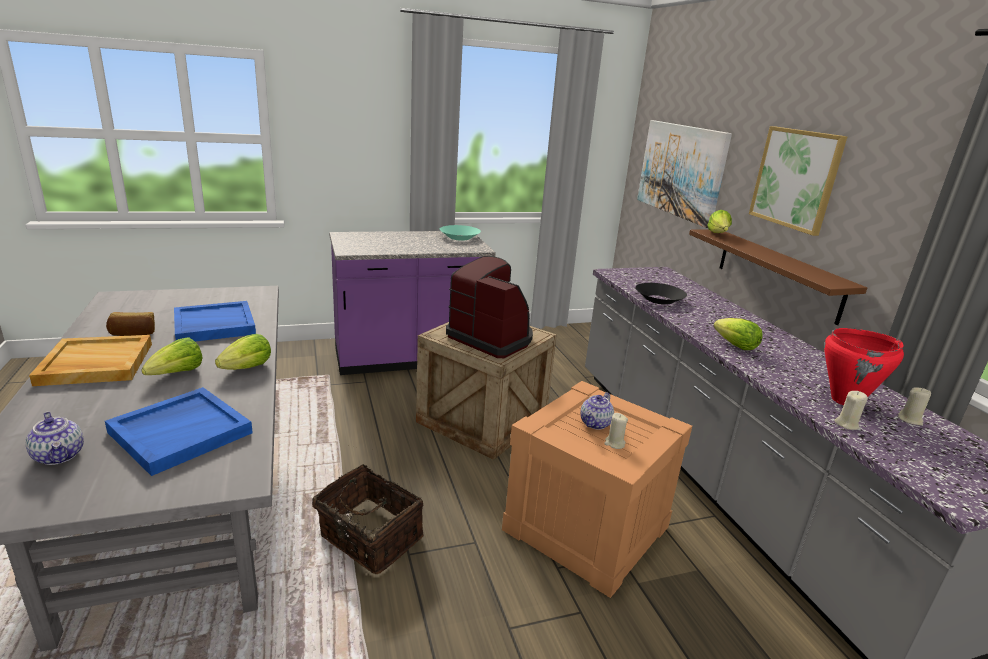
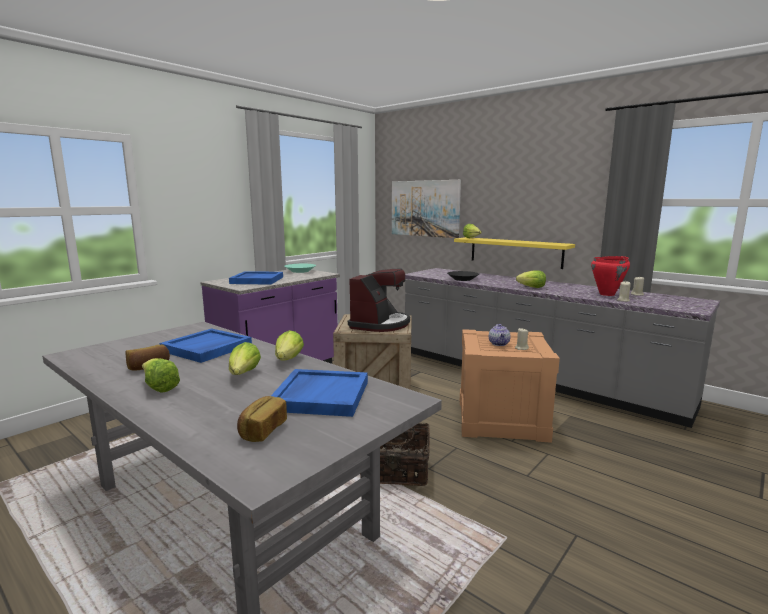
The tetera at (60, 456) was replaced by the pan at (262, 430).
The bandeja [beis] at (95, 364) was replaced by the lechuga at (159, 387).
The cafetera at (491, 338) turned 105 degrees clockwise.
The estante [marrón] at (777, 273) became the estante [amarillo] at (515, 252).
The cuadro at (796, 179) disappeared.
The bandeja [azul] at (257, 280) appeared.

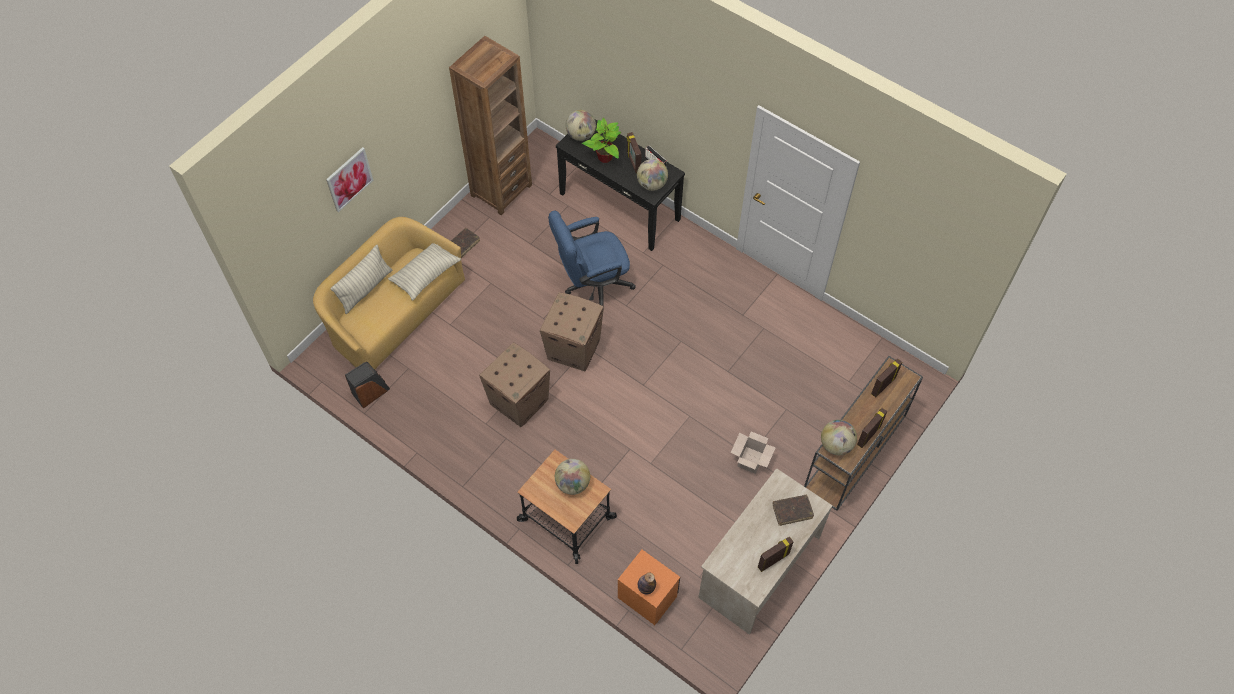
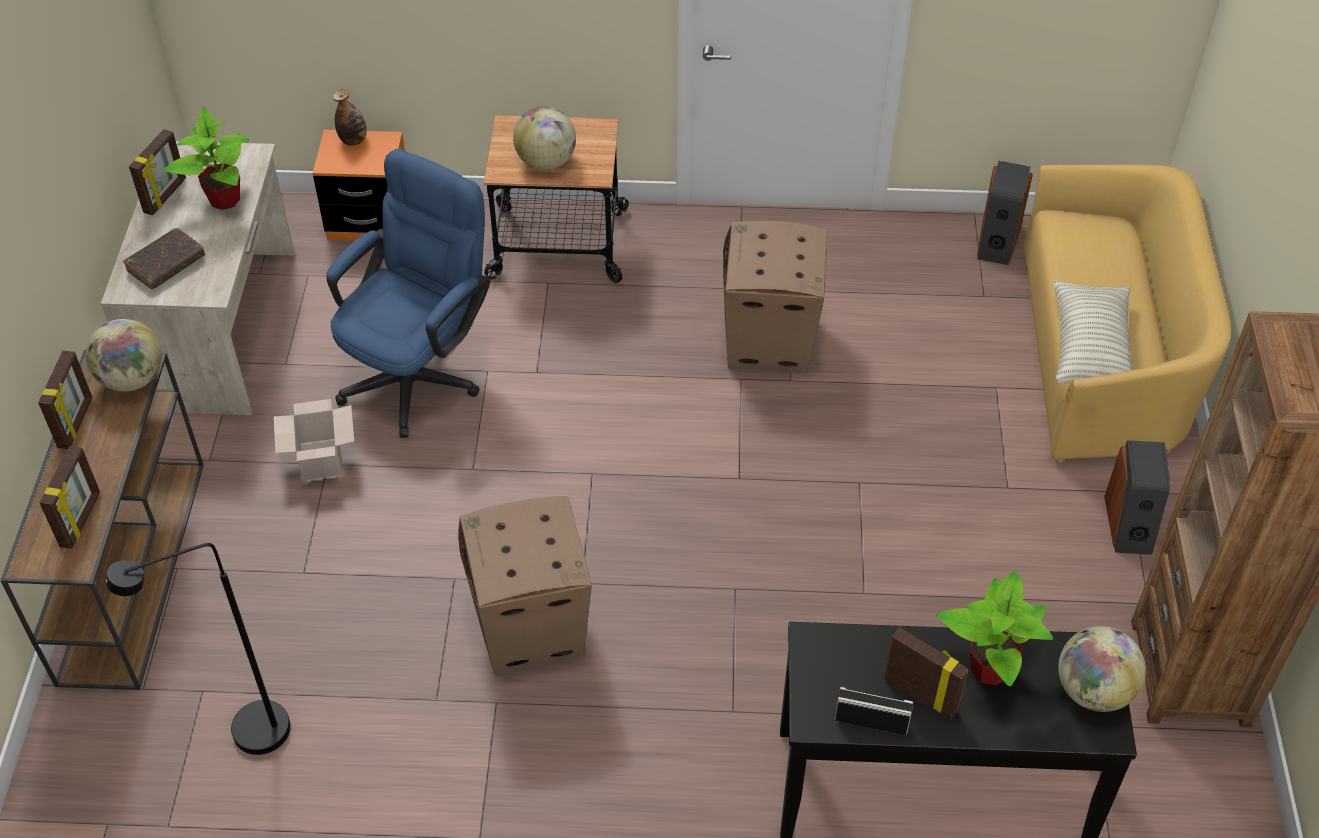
The cuadro at (349, 179) disappeared.
The cojín at (365, 289) disappeared.
The libro [marrón] at (463, 245) was replaced by the altavoz at (1130, 524).
The caja de cartón moved from (574, 349) to (532, 630).
The silla de oficina [azul] moved from (592, 284) to (420, 372).
The globo terráqueo at (651, 184) disappeared.
The lámpara de pie [negro] at (245, 737) appeared.
The planta en maceta at (224, 199) appeared.

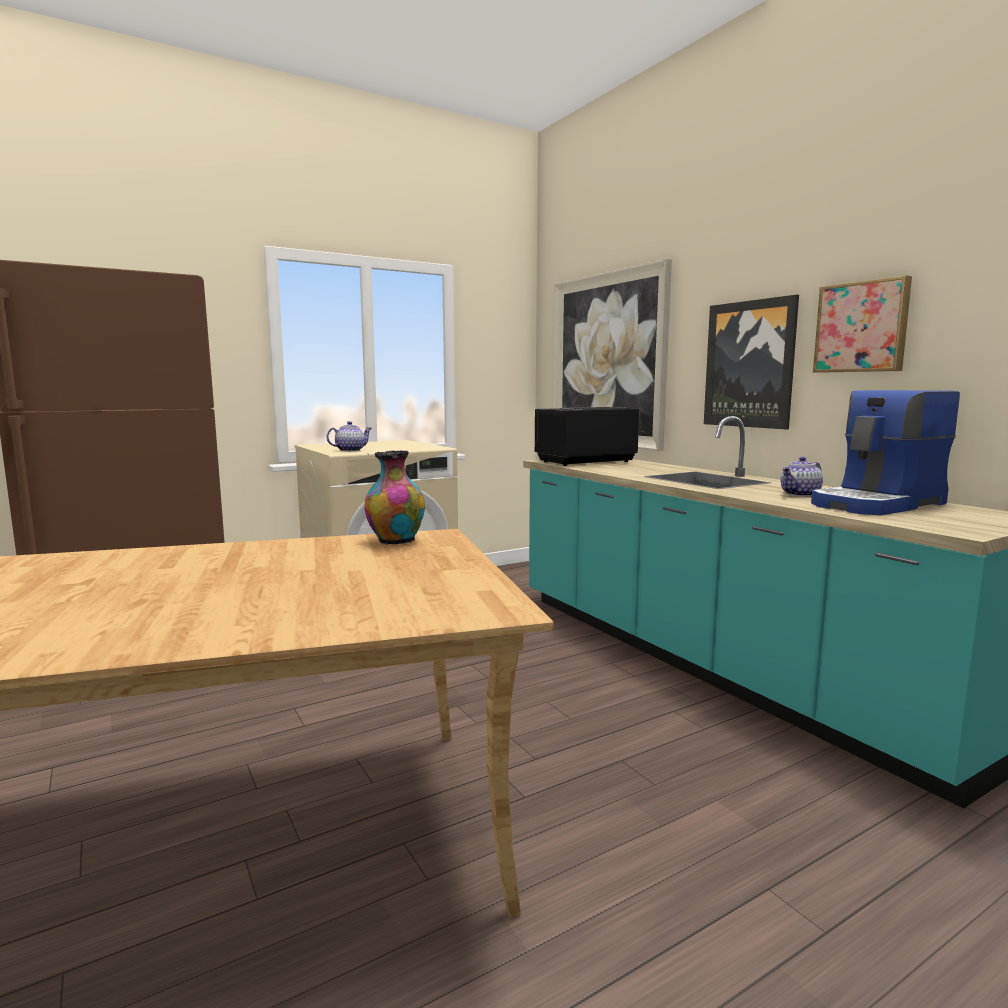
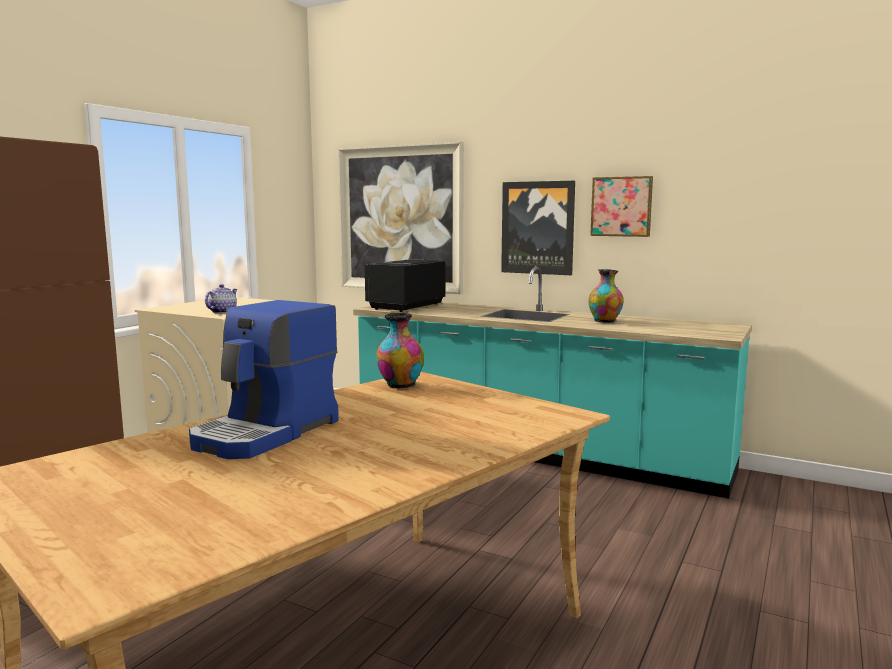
The tetera at (801, 494) was replaced by the florero at (605, 321).
The cafetera moved from (878, 504) to (267, 433).

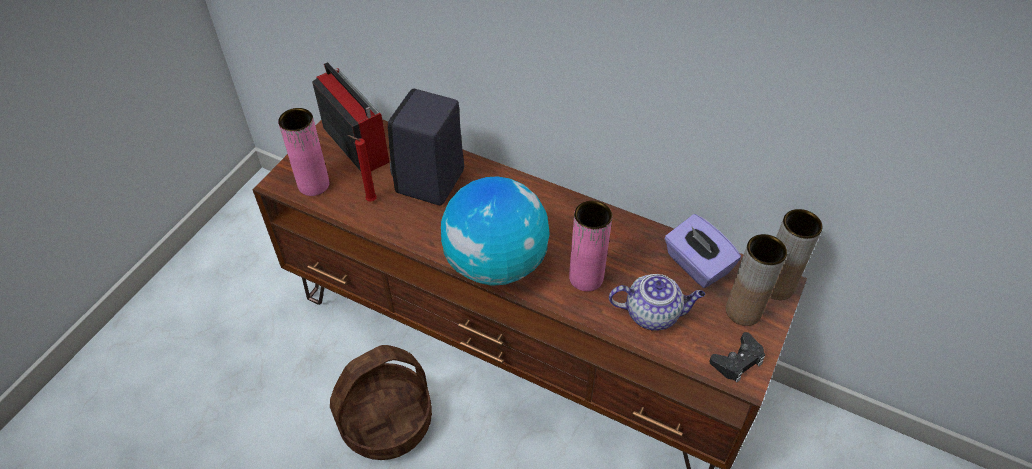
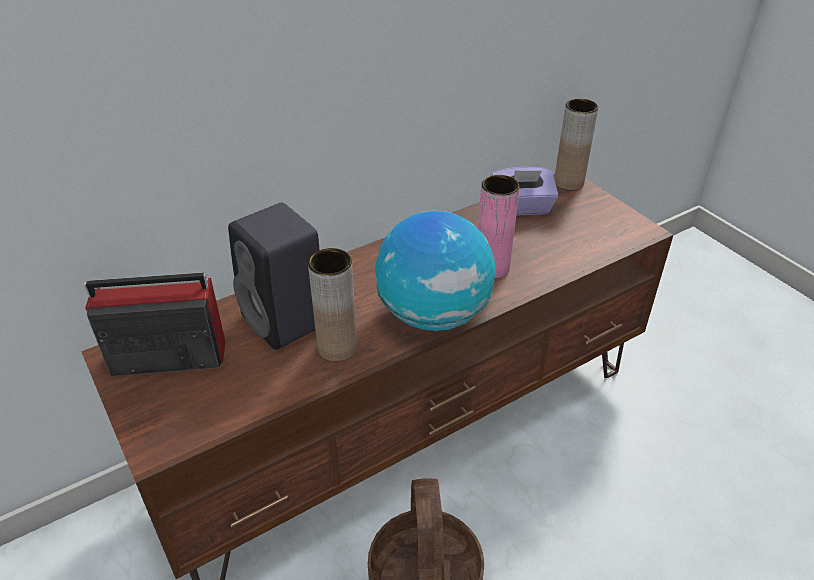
The florero [rosa] at (313, 184) disappeared.
The vela [rojo] at (369, 200) disappeared.
The tetera at (653, 313) disappeared.
The mando de consola [negro] at (737, 361) disappeared.
The florero [marrón] moved from (743, 311) to (337, 348).

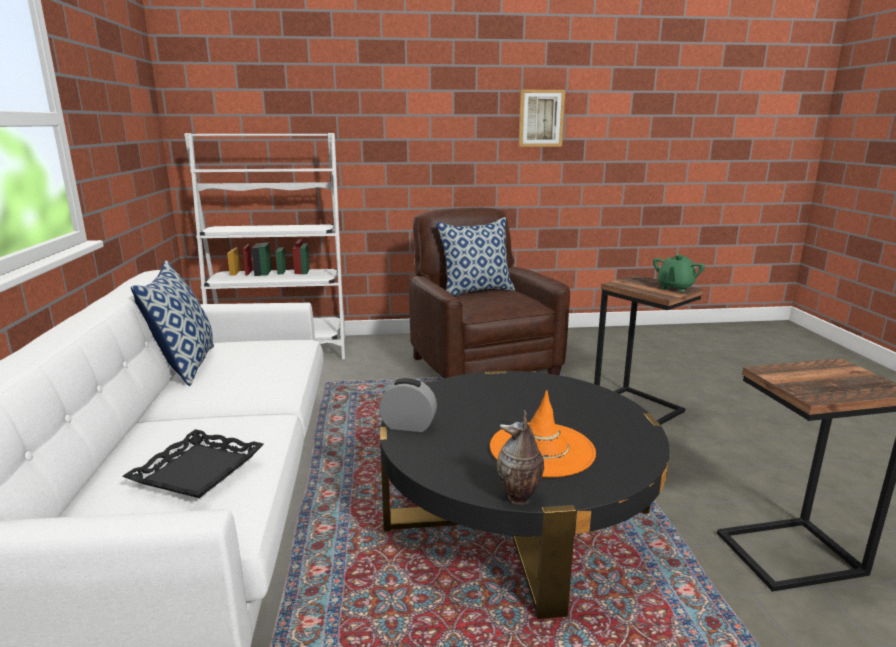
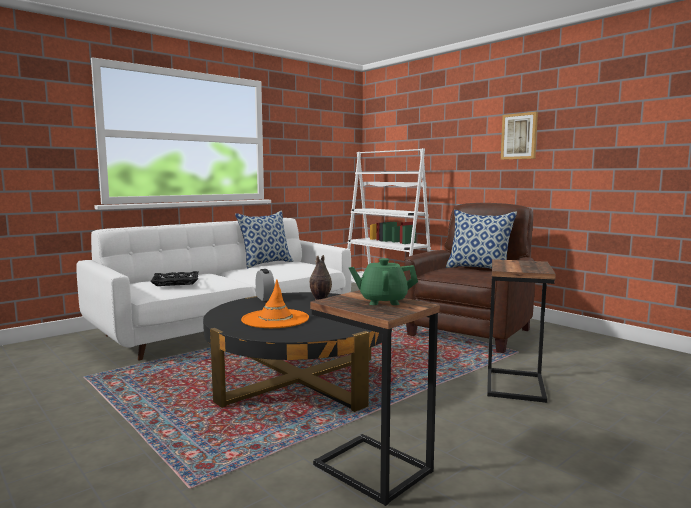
The florero moved from (519, 498) to (320, 299).
The cuadro moved from (541, 118) to (519, 136).
The tetera [verde] moved from (675, 287) to (383, 301).

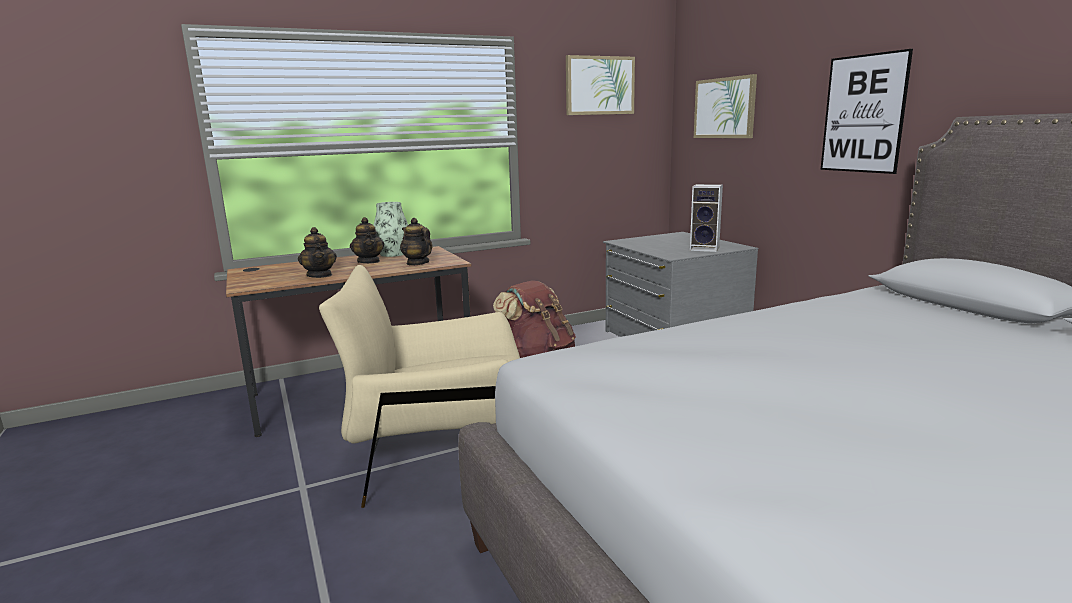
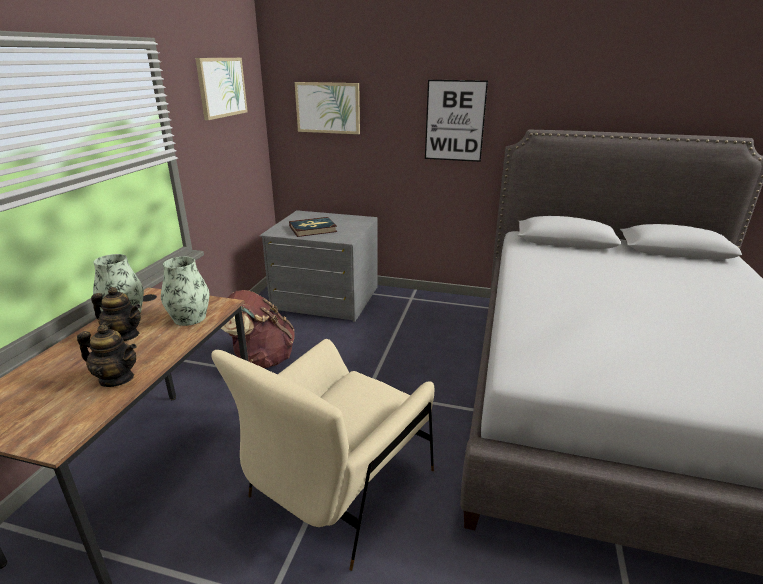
The tetera at (417, 263) was replaced by the florero at (190, 318).
The altavoz at (706, 248) disappeared.
The libro at (313, 229) appeared.

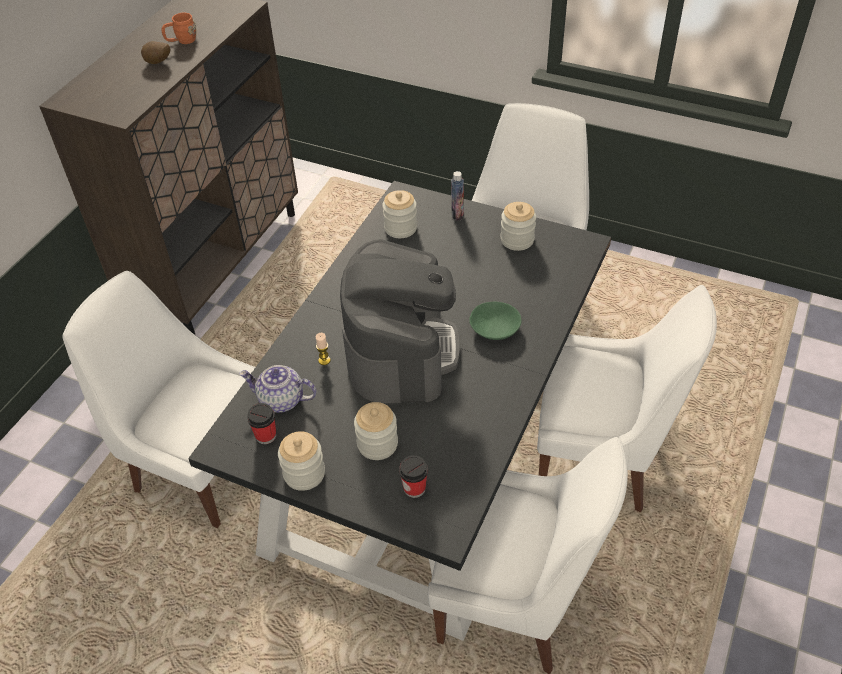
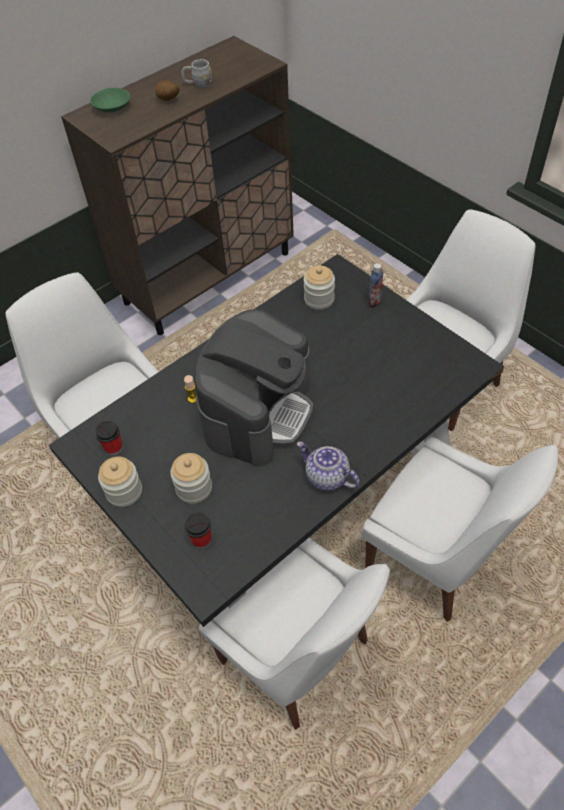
The taza grande [naranja] at (182, 41) became the taza grande [gris] at (198, 84).
The tetera moved from (280, 400) to (326, 477).
The cuenco [verde] moved from (494, 328) to (112, 107).
The tarro at (517, 240) disappeared.

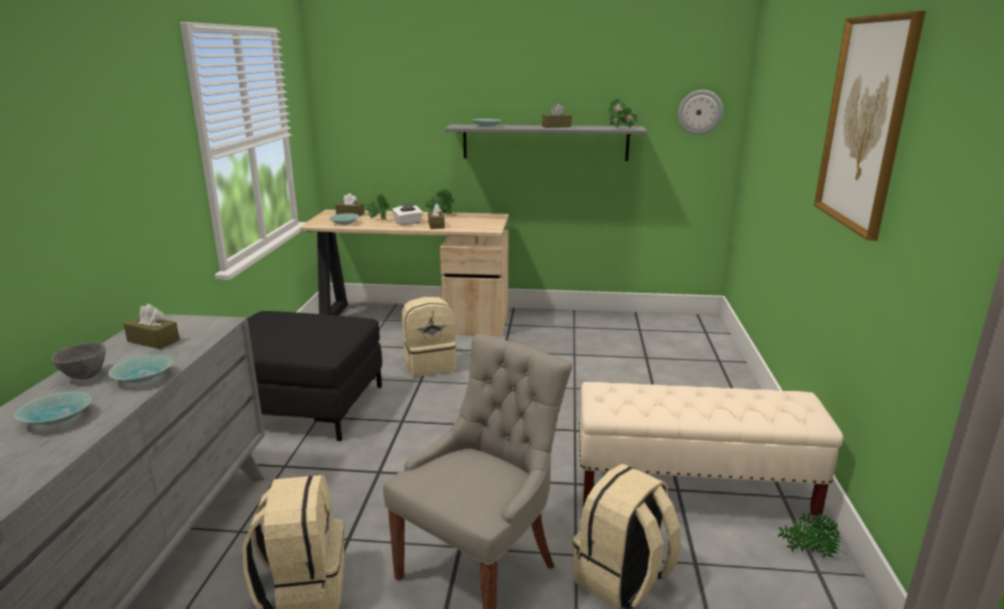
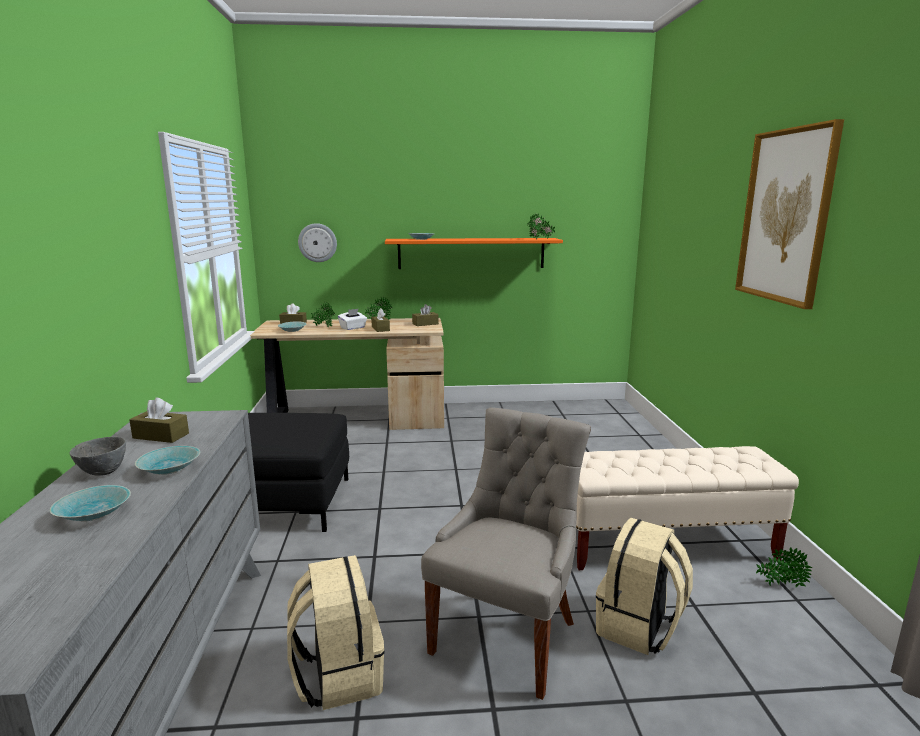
The mochila [beis] at (430, 365) disappeared.
The estante [gris] at (545, 142) became the estante [naranja] at (471, 253).
The caja de pañuelos [marrón] moved from (556, 126) to (425, 324).
The reloj de pared moved from (699, 112) to (317, 242).

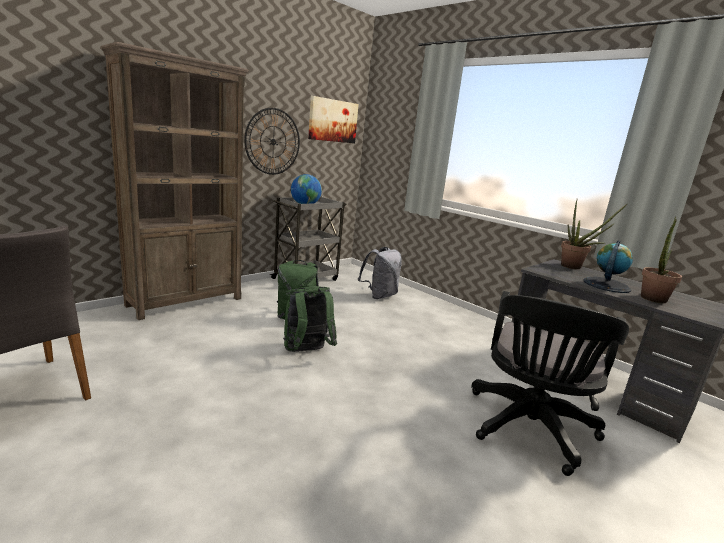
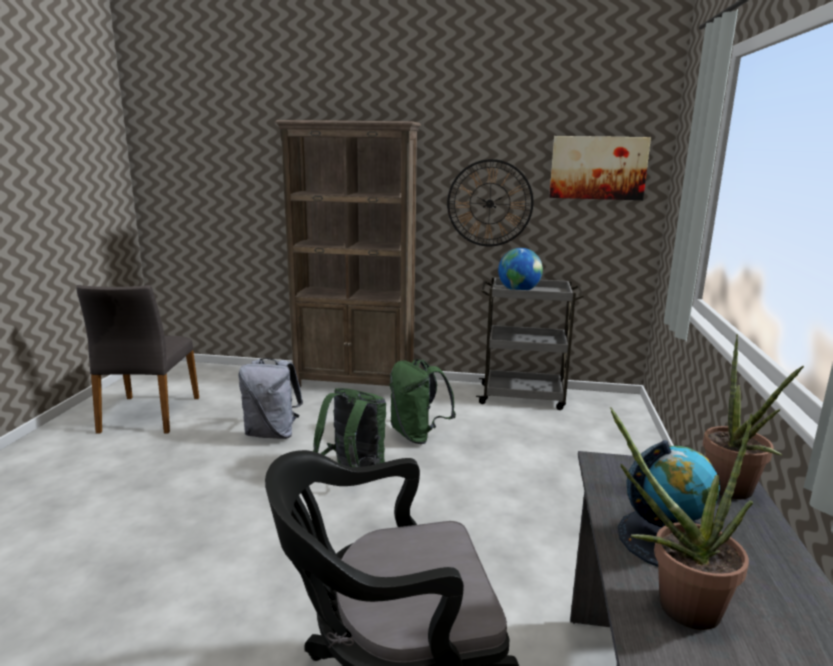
The mochila [gris] moved from (379, 295) to (272, 434).

